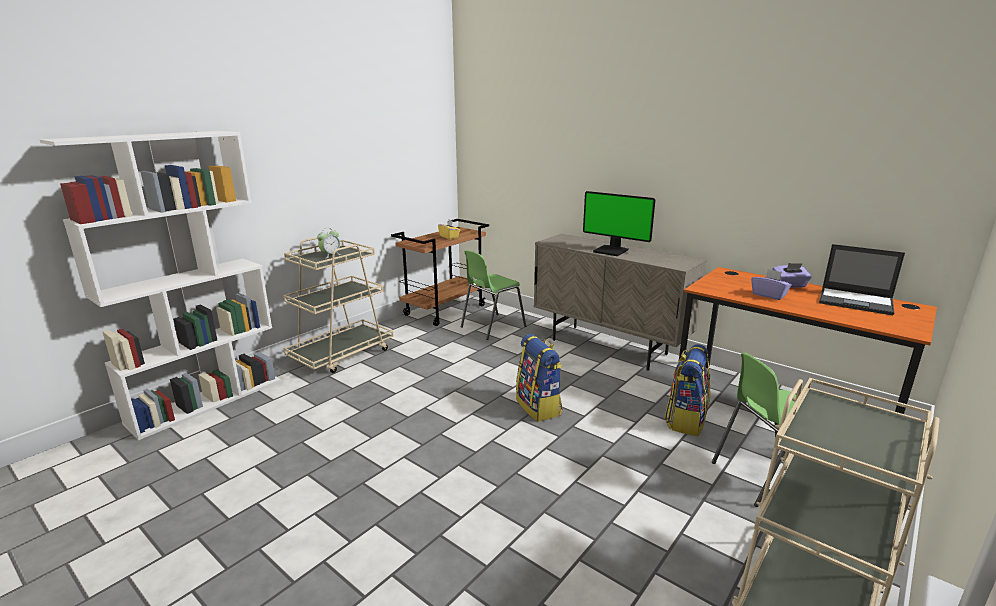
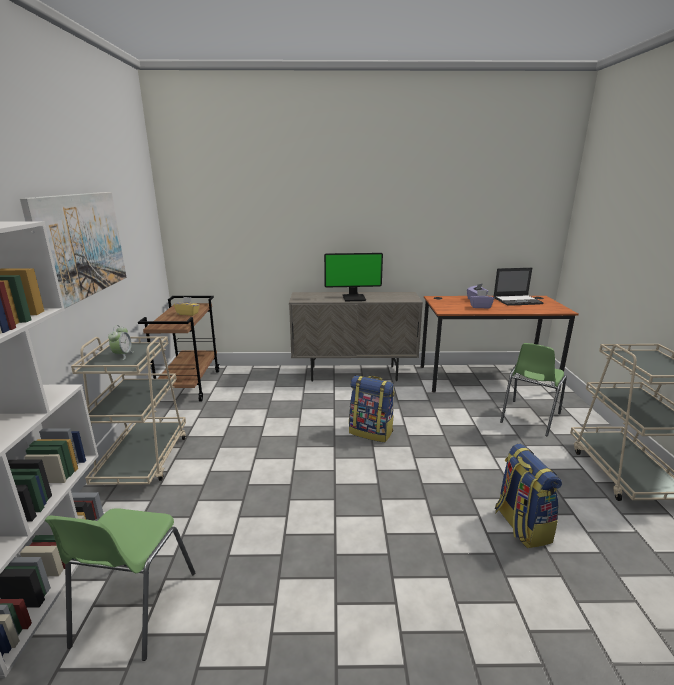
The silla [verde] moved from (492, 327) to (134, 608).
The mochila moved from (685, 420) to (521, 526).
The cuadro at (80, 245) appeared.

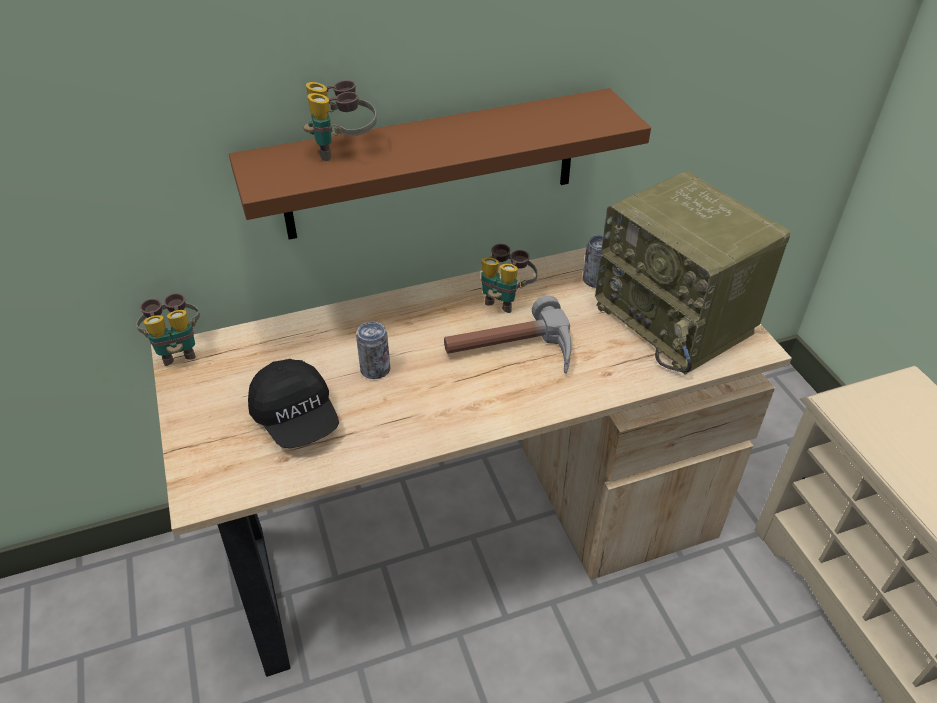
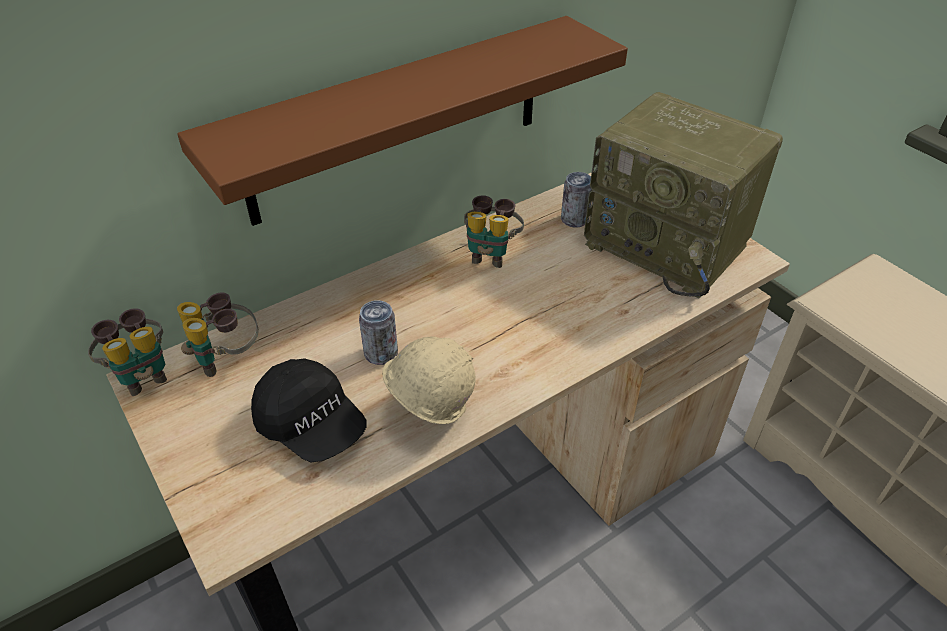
The prismáticos moved from (343, 150) to (226, 358).
The martillo at (511, 354) disappeared.
The casco [beis] at (430, 414) appeared.

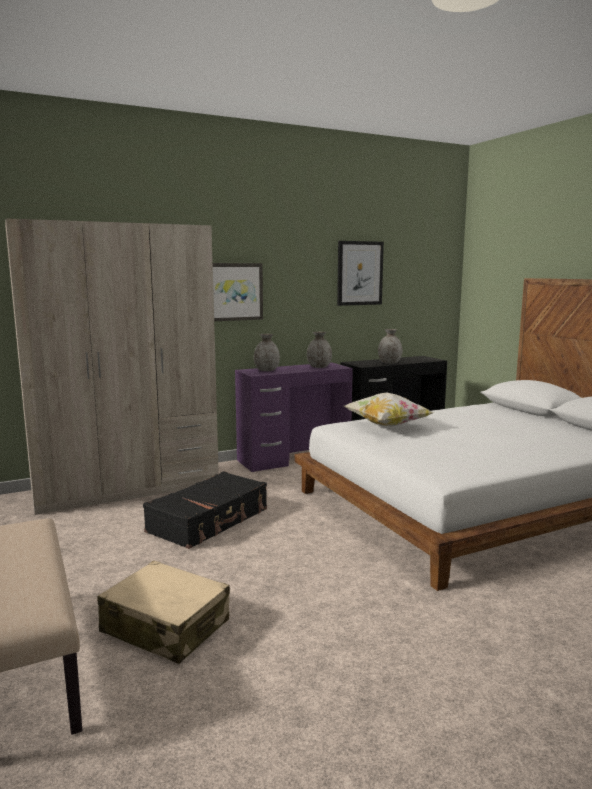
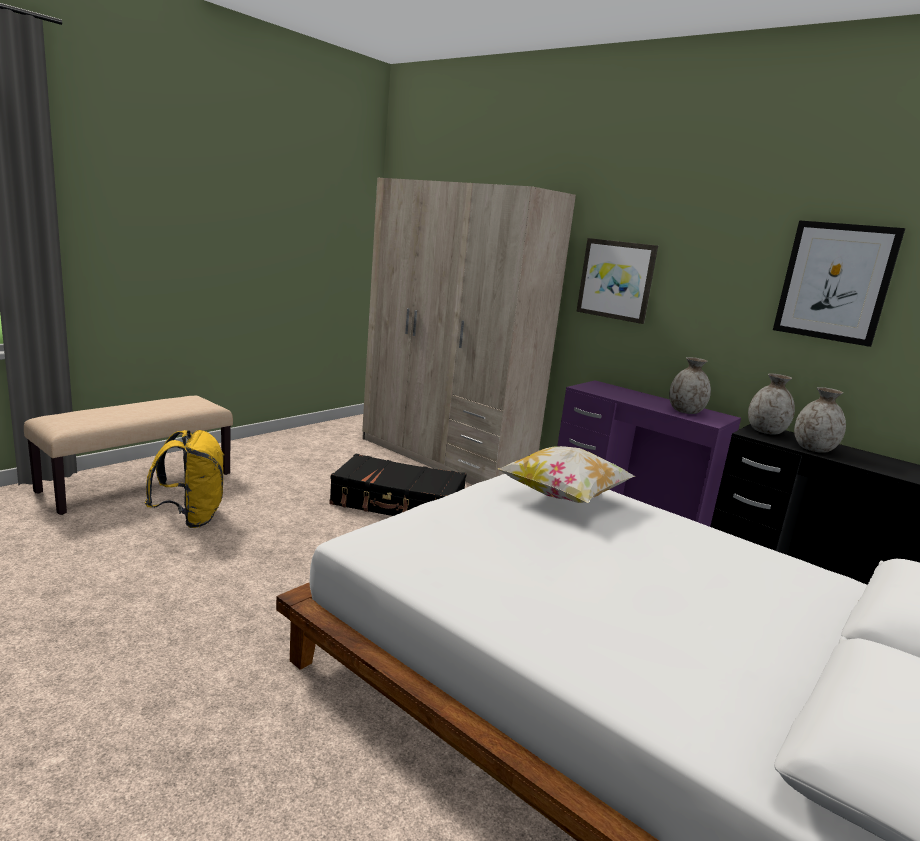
The maleta [beis] at (165, 627) was replaced by the mochila [amarillo] at (191, 518).
The florero [gris] moved from (266, 370) to (766, 431).

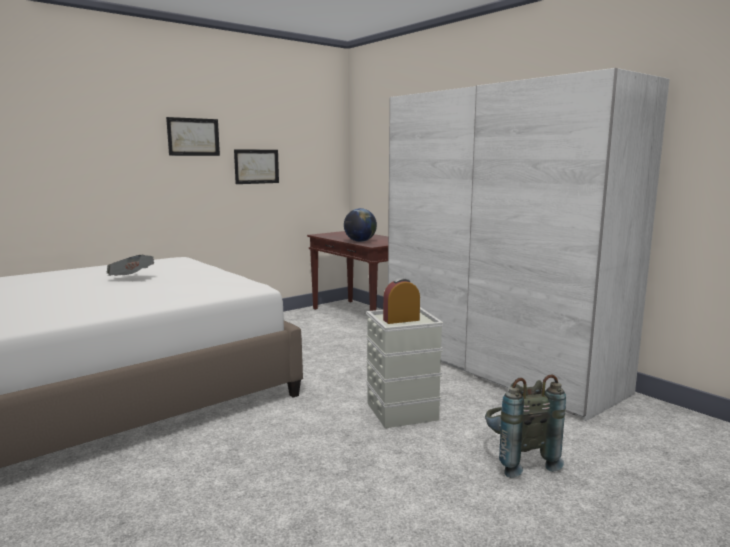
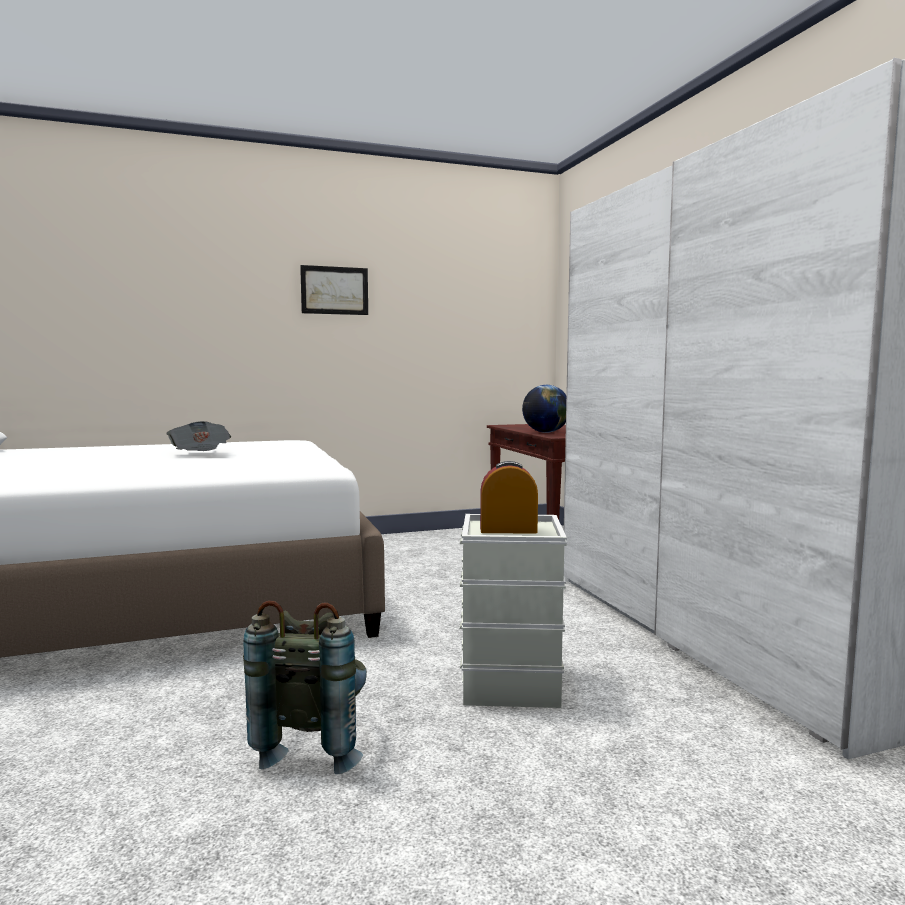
The cuadro at (256, 166) disappeared.
The mochila [gris] moved from (517, 459) to (315, 744).

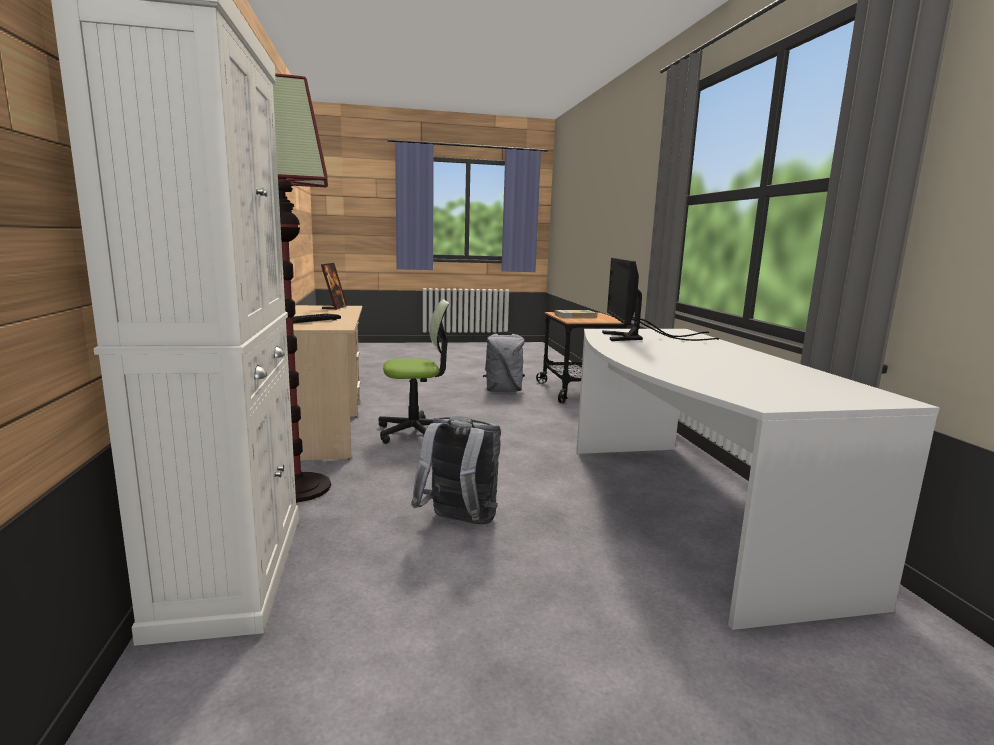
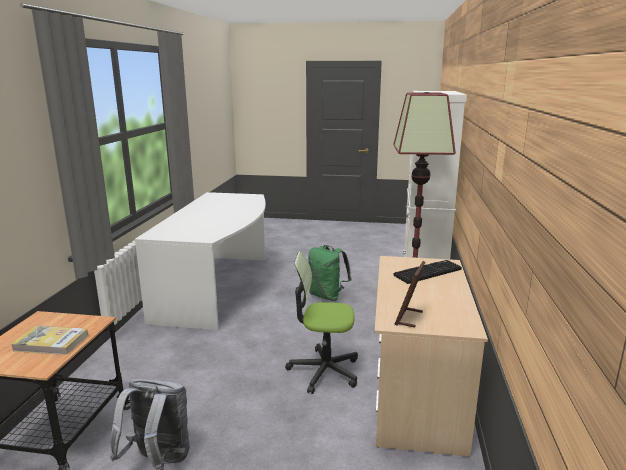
The mochila [gris] at (459, 523) became the mochila [verde] at (327, 296).
The monitor at (637, 338) disappeared.

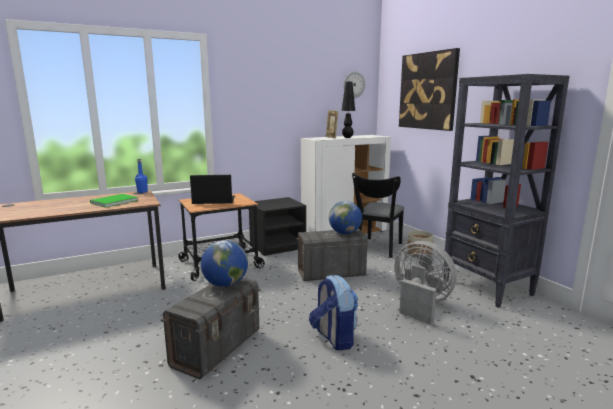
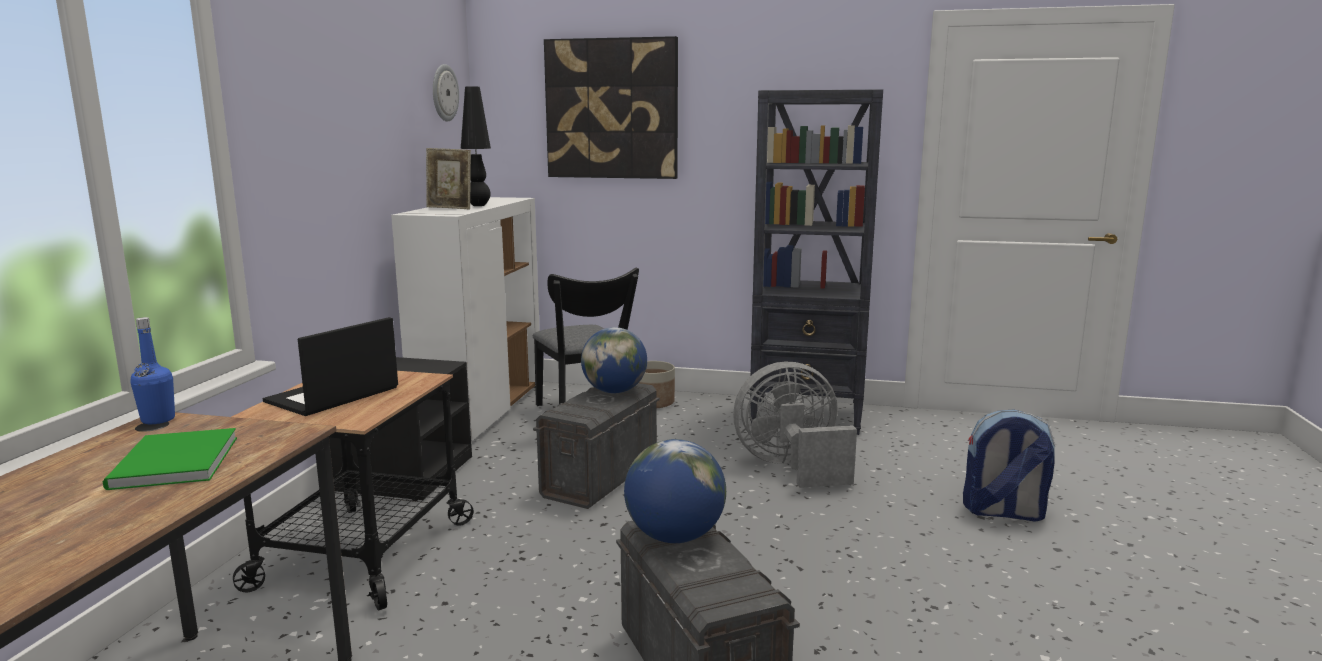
The mochila moved from (333, 338) to (1003, 512).

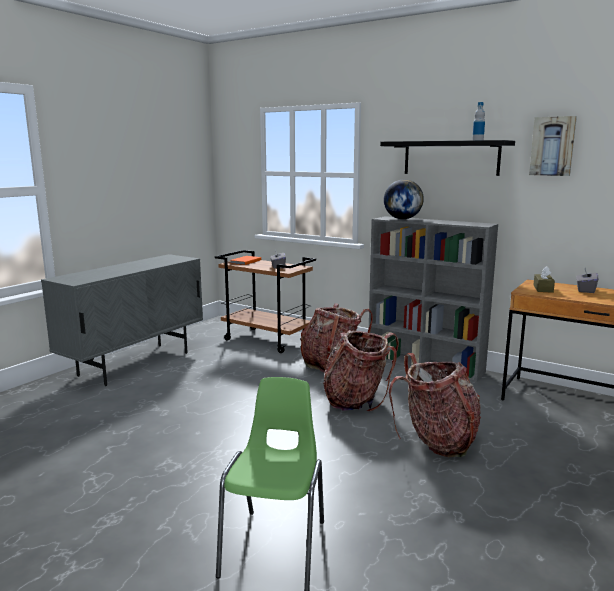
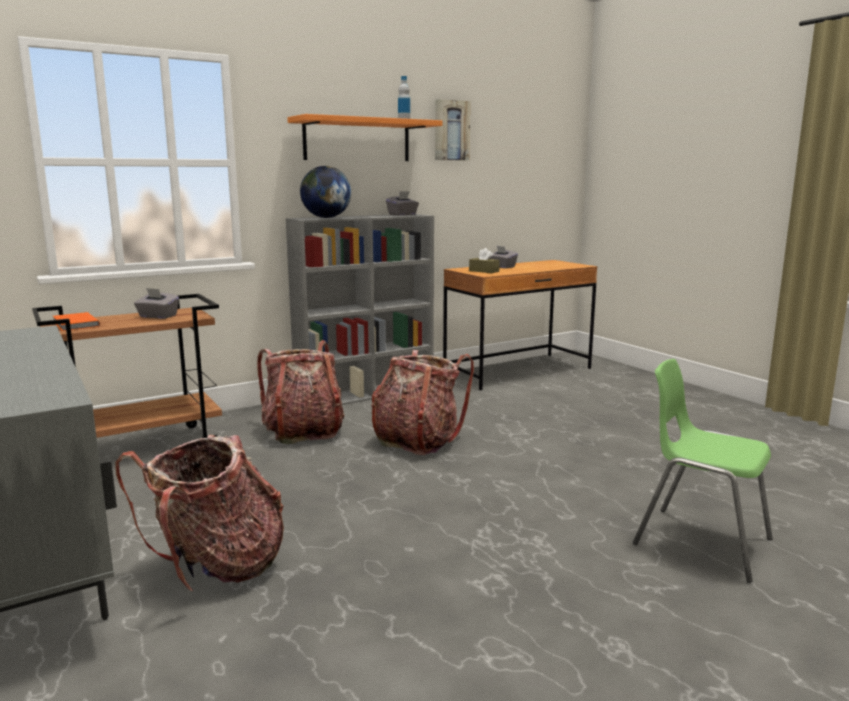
The estante [negro] at (451, 158) became the estante [naranja] at (357, 140).
The mochila moved from (437, 441) to (217, 567).
The caja de pañuelos [gris] at (402, 215) appeared.

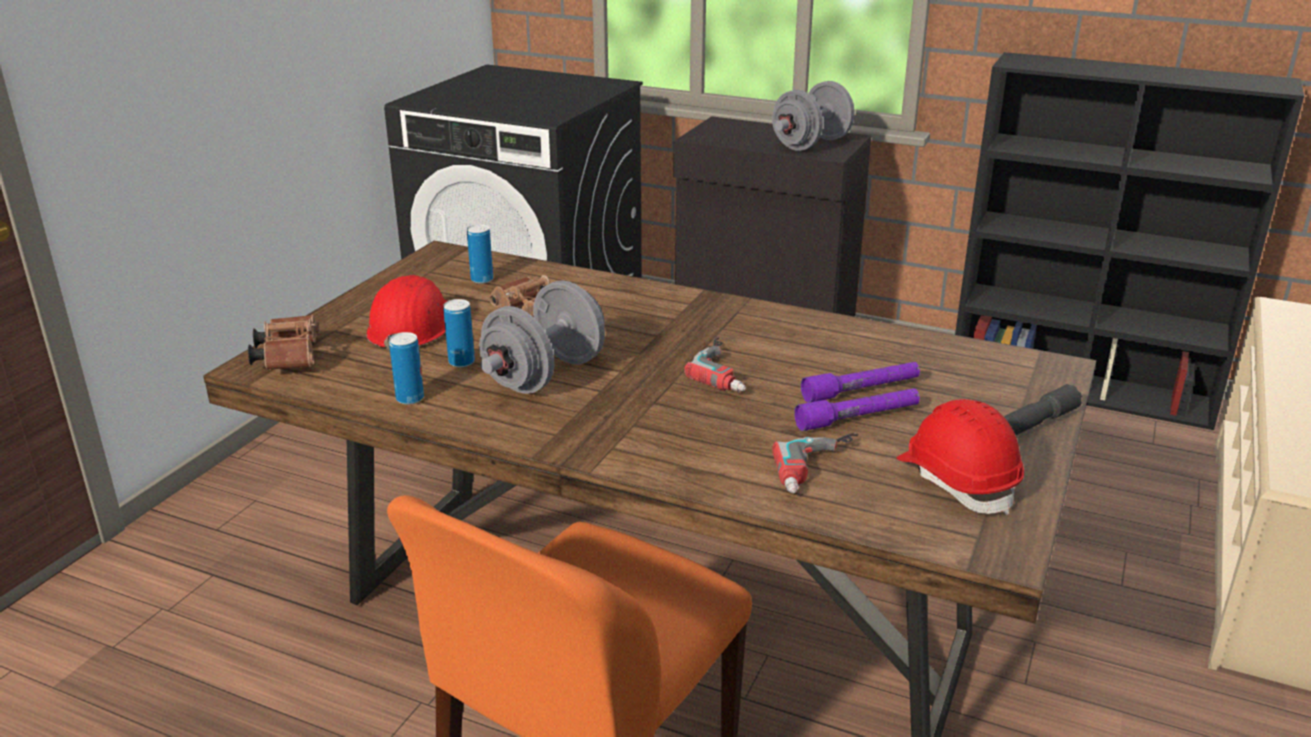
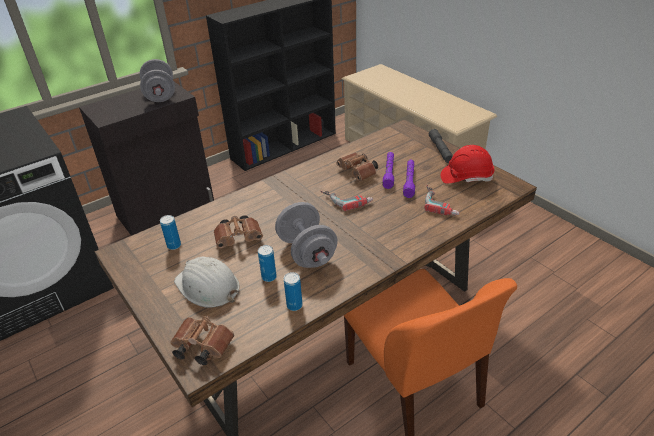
The casco [rojo] at (411, 326) became the casco [blanco] at (207, 287).
The prismáticos [marrón] at (358, 173) appeared.

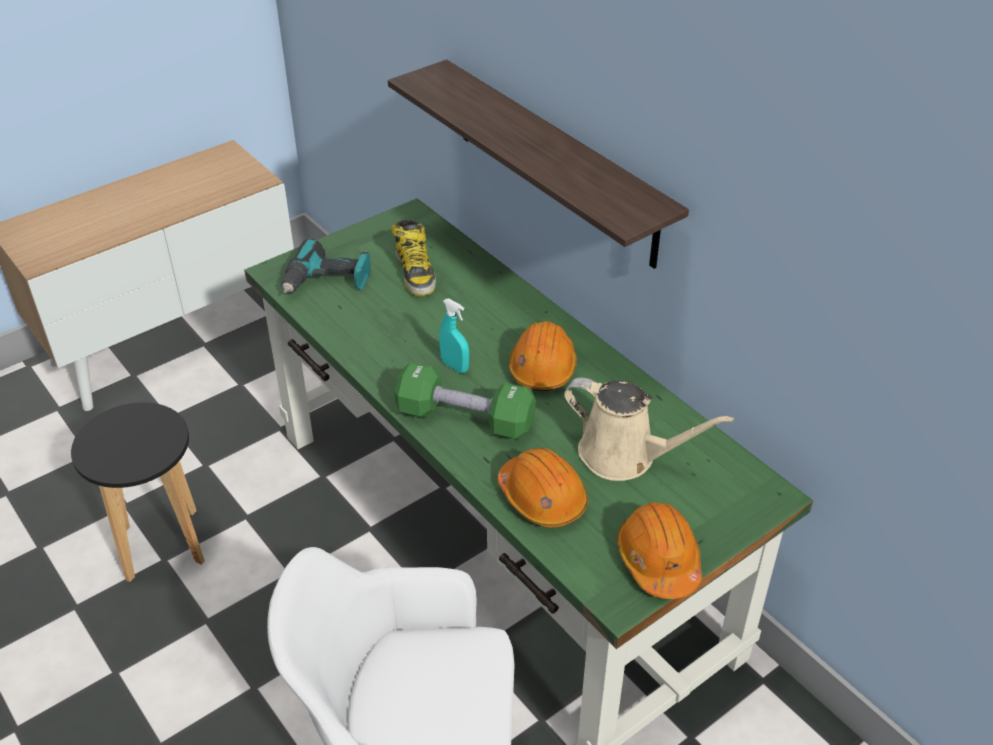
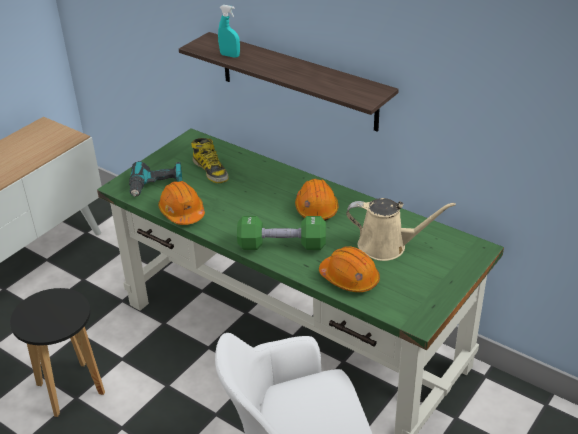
The pulverizador [turquesa] moved from (454, 366) to (230, 55).
The casco [naranja] moved from (658, 560) to (182, 212).

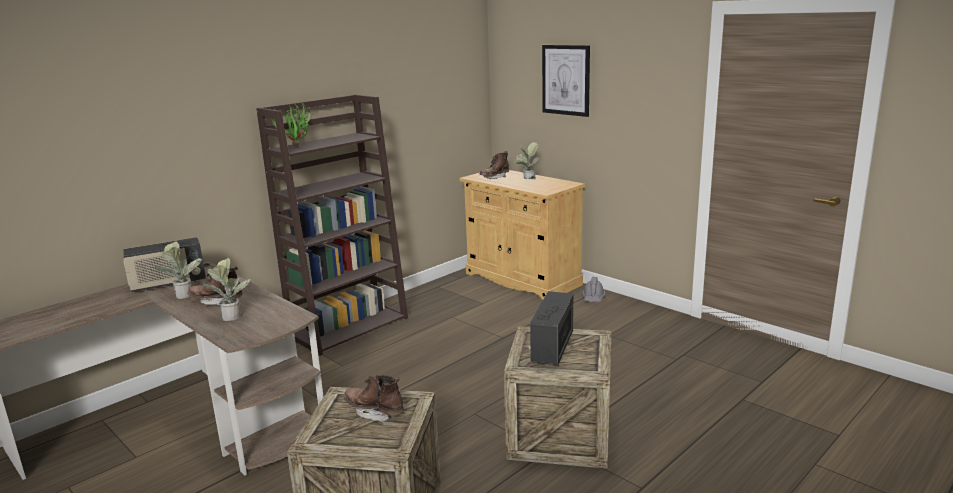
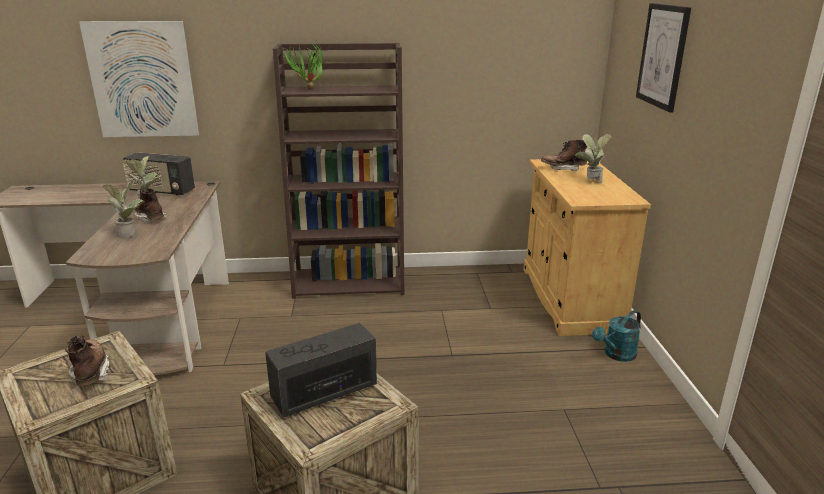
The casco [gris] at (593, 298) was replaced by the regadera [turquesa] at (616, 355).
The cuadro at (142, 80) appeared.

